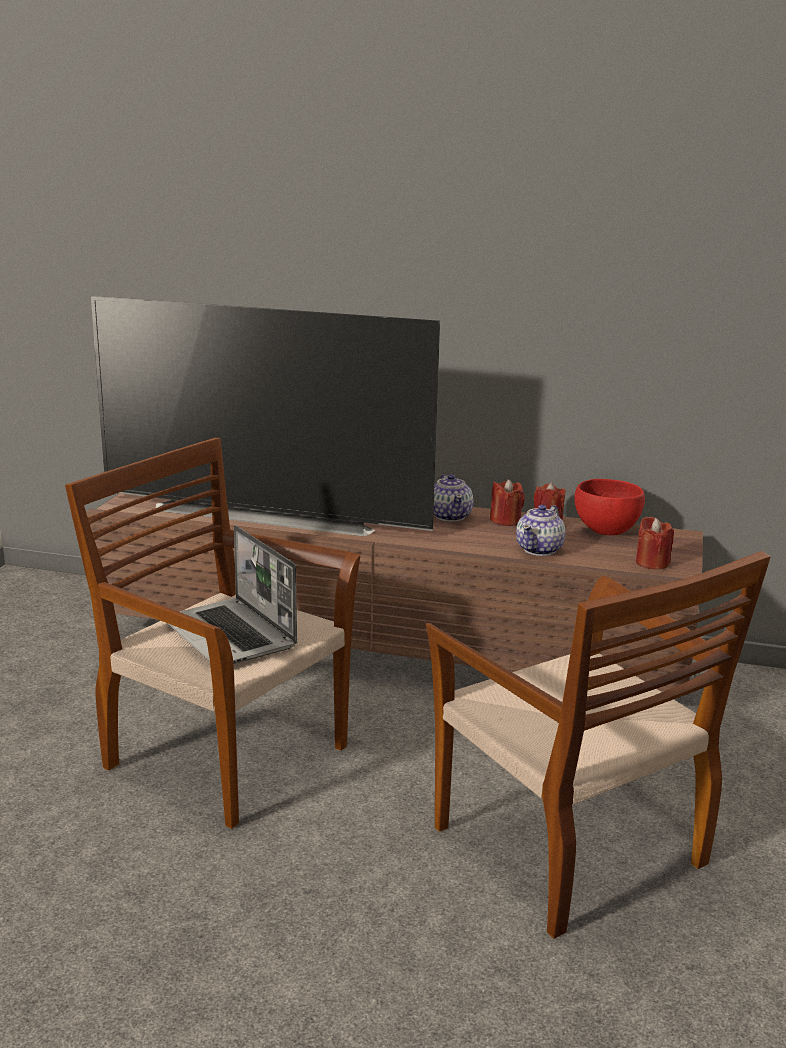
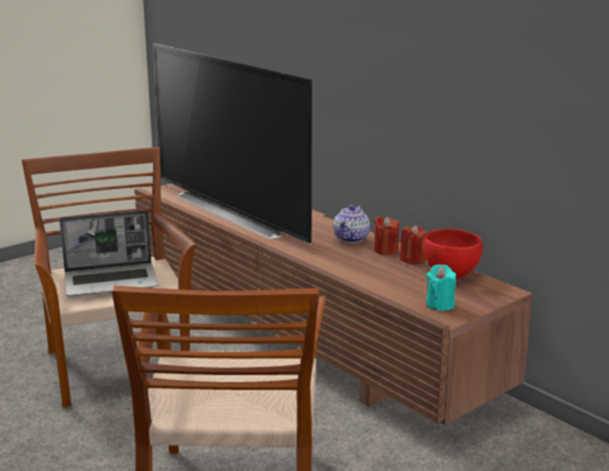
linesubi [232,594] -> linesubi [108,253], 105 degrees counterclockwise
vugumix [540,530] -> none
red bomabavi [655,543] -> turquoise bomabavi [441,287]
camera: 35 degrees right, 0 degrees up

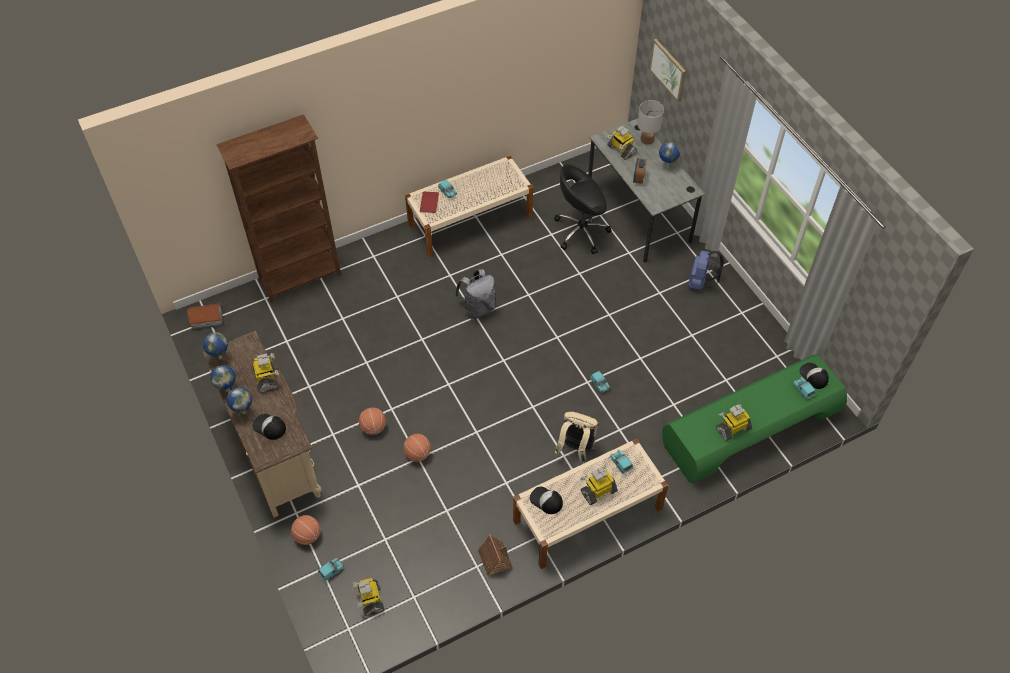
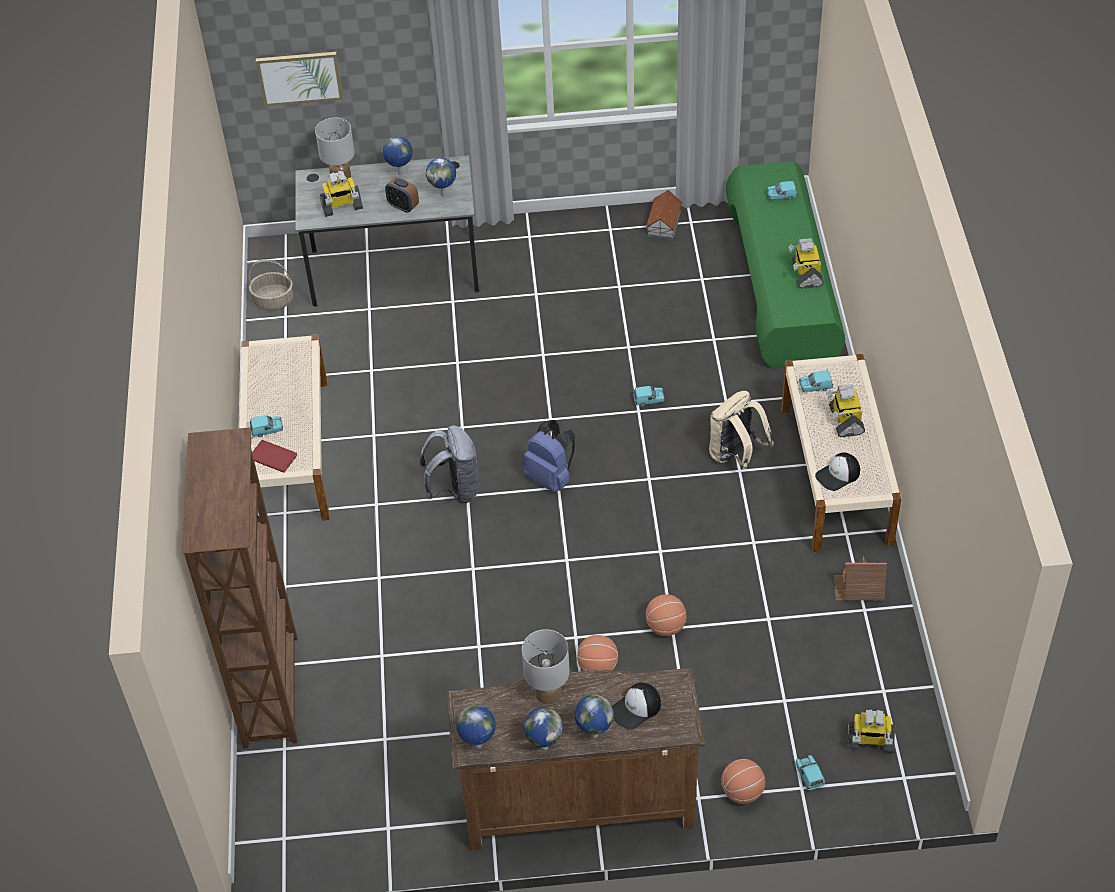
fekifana [205,317] -> fekifana [664,215], moved
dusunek [266,373] -> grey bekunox [546,666]
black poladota [583,209] -> none
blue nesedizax [706,270] -> blue nesedizax [549,456], moved
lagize [814,375] -> none
none -> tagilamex [271,284]
none -> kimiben [441,177]
camera: 65 degrees left, 5 degrees down

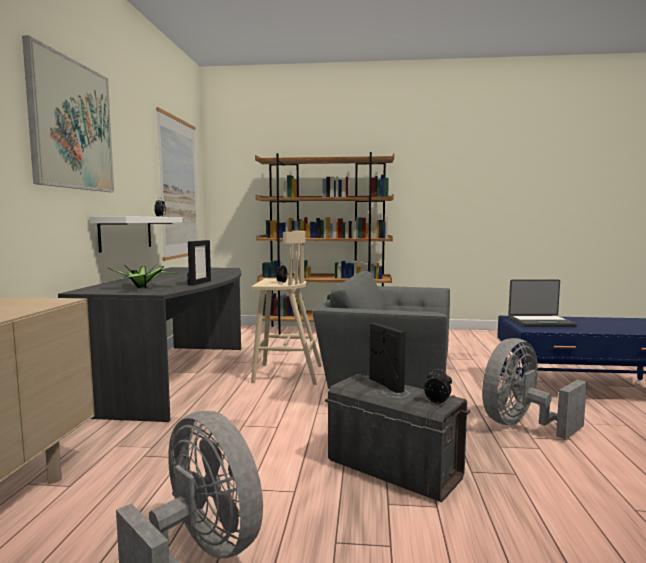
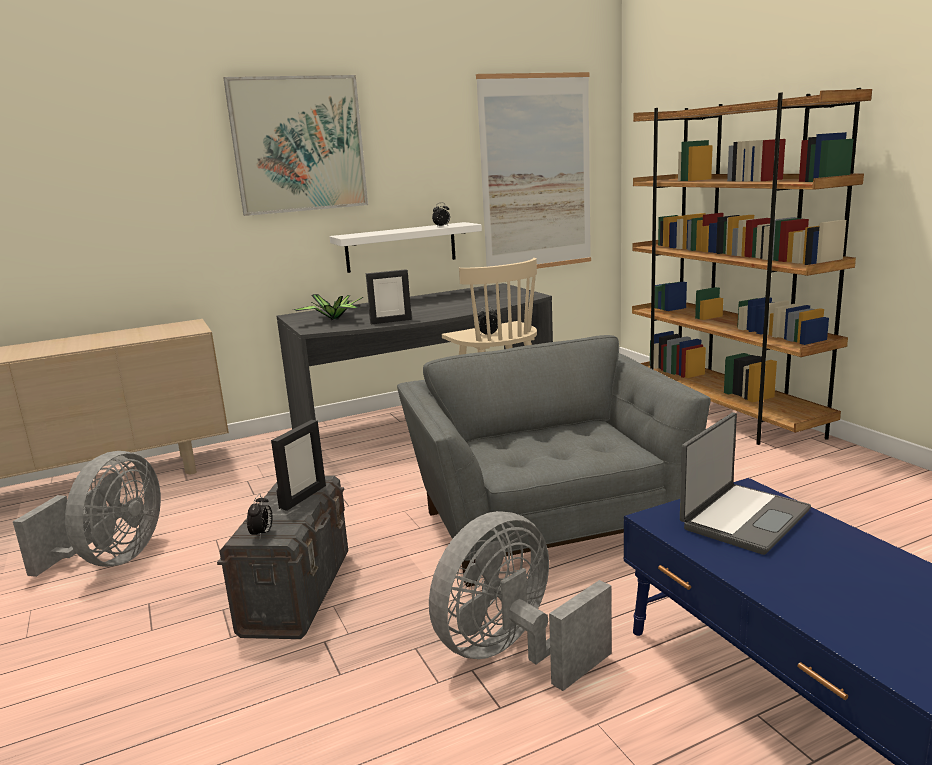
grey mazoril [534,389] -> grey mazoril [520,601], 60 degrees counterclockwise
linesubi [542,303] -> linesubi [745,483], 105 degrees counterclockwise
camera: 60 degrees right, 10 degrees up

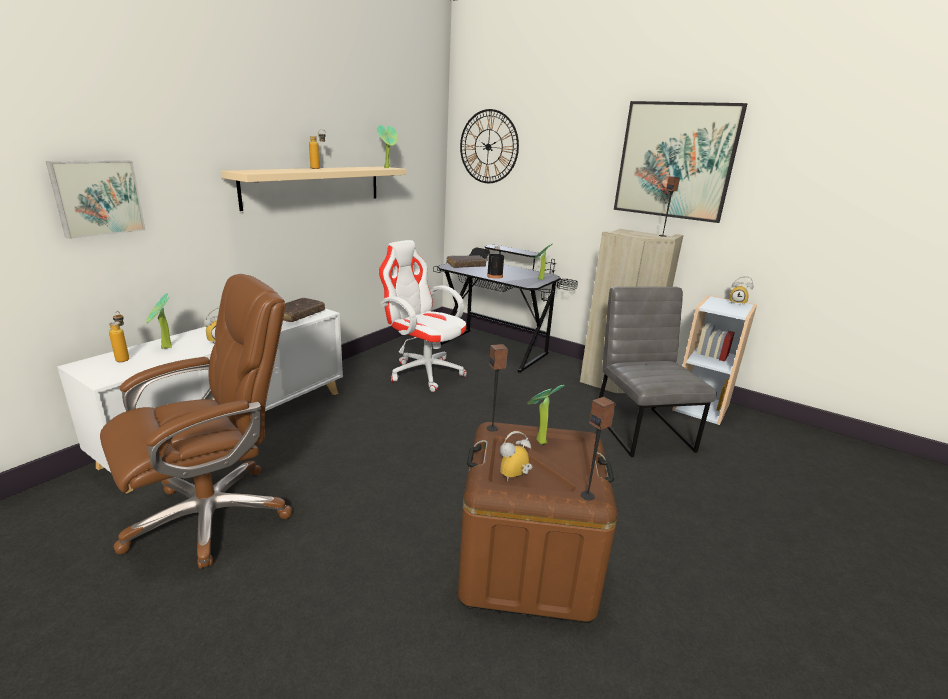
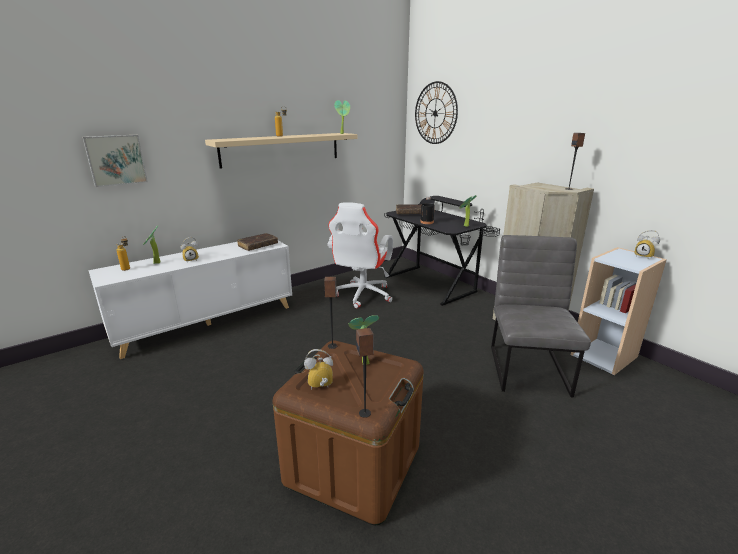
brown poladota [196,421] -> none
white poladota [423,316] -> white poladota [360,255], 135 degrees counterclockwise
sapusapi [680,162] -> none
camera: 20 degrees right, 0 degrees up

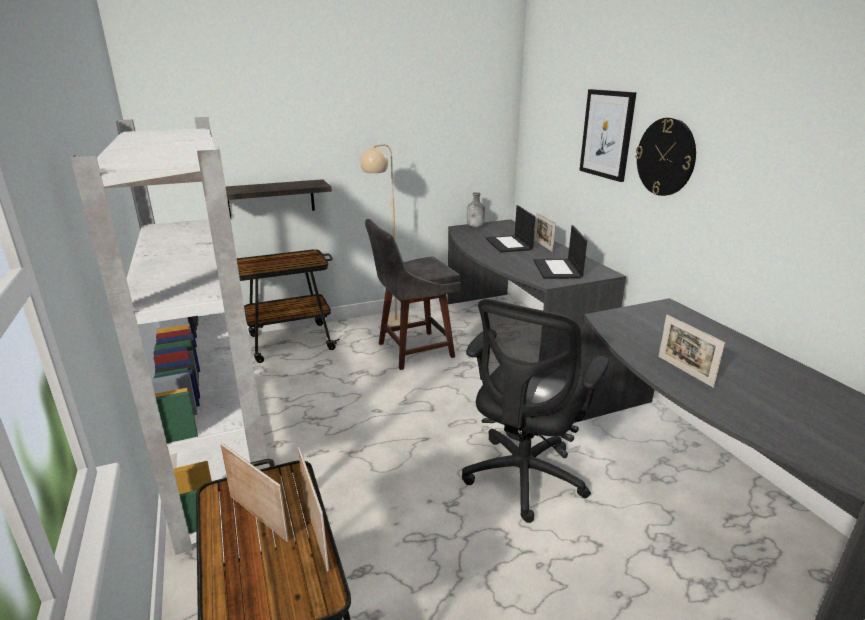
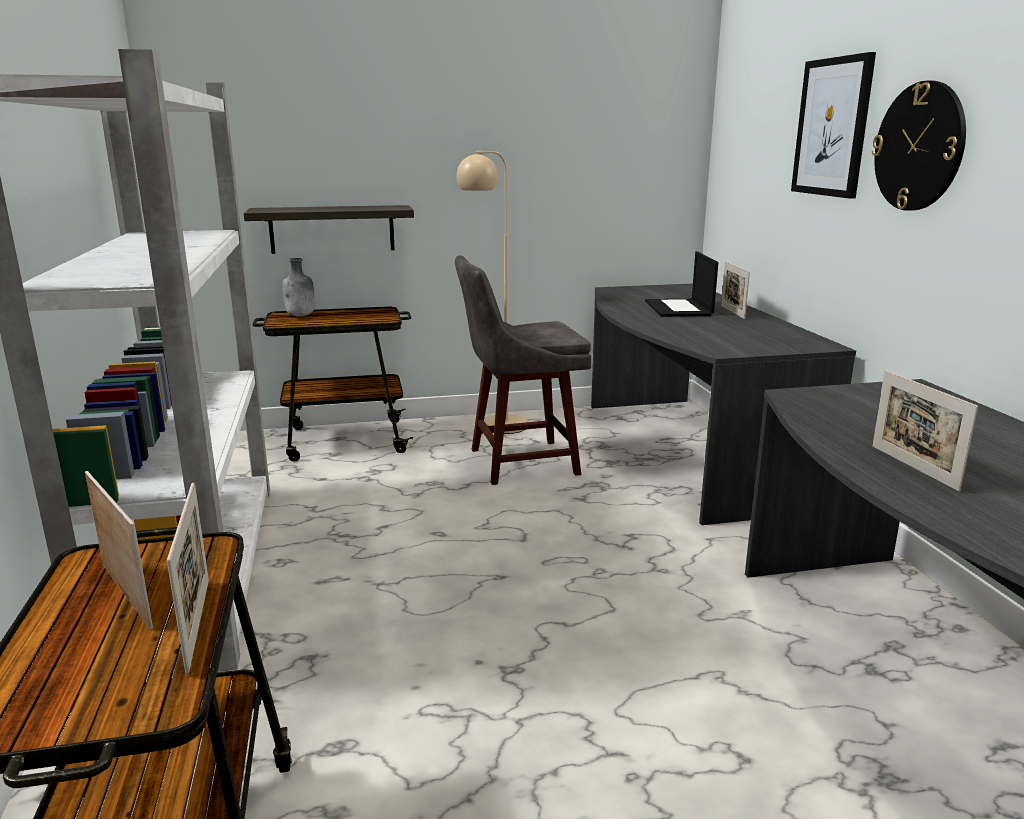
black poladota [535,411] -> none
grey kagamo [476,210] -> grey kagamo [298,287], moved
linesubi [560,252] -> none
camera: 10 degrees right, 5 degrees down

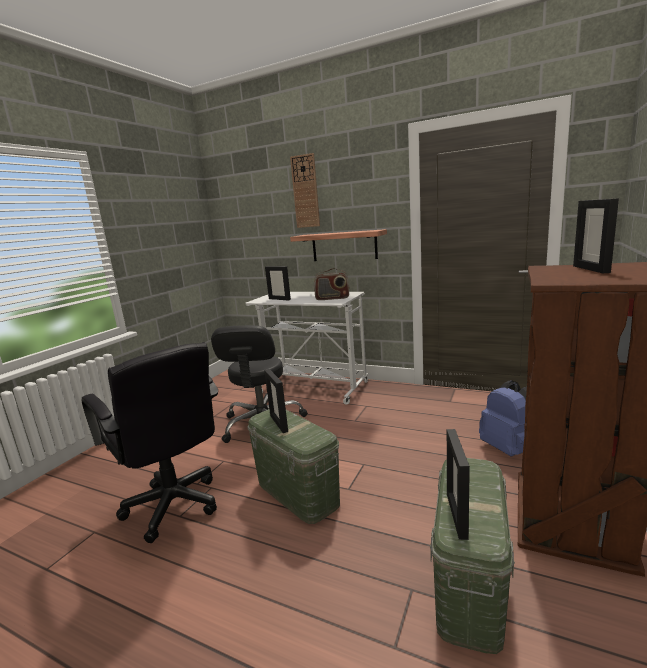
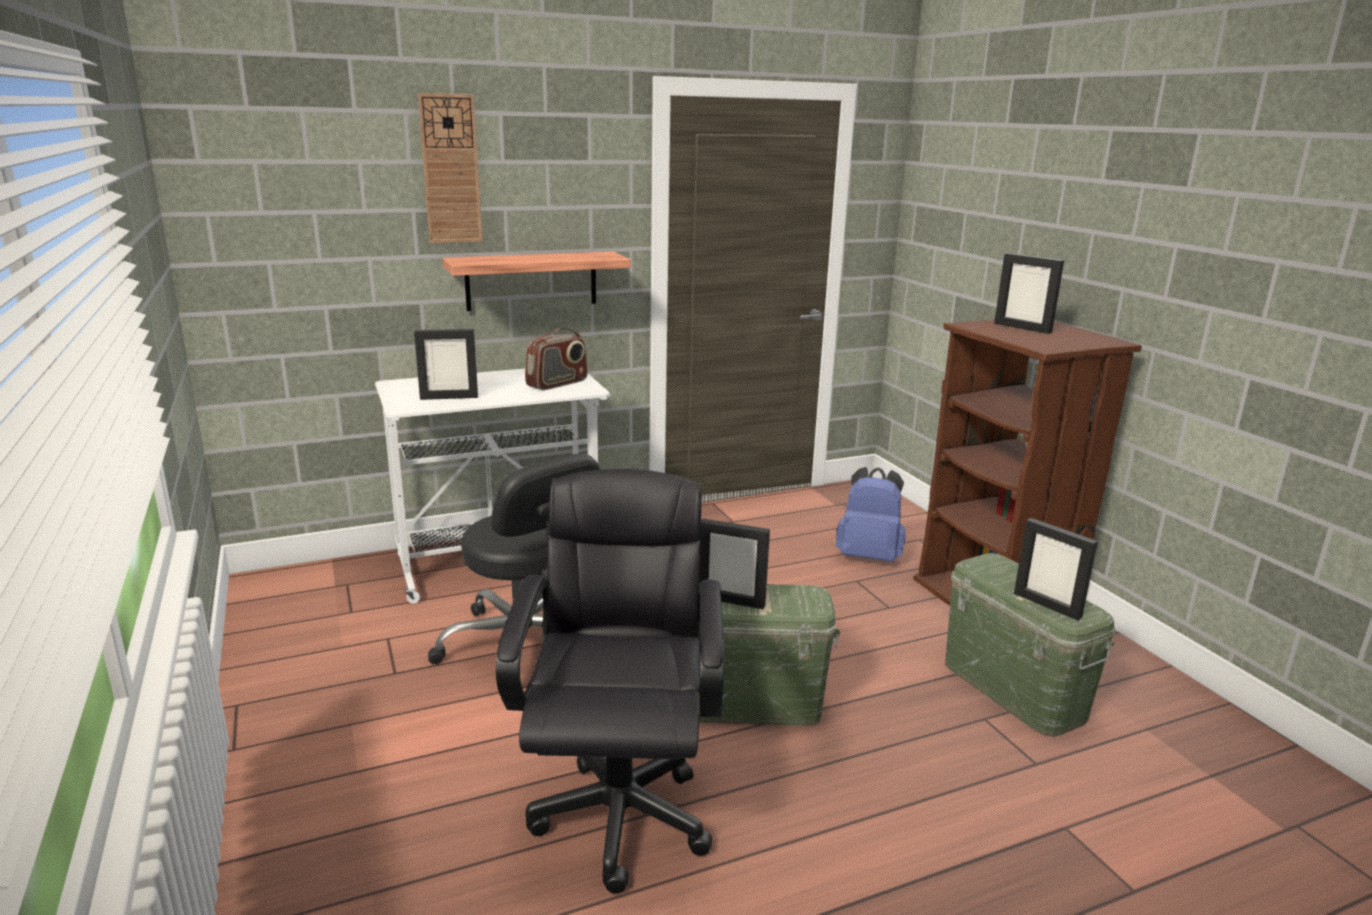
black poladota [150,442] -> black poladota [610,681], 90 degrees counterclockwise
camera: 50 degrees left, 5 degrees up

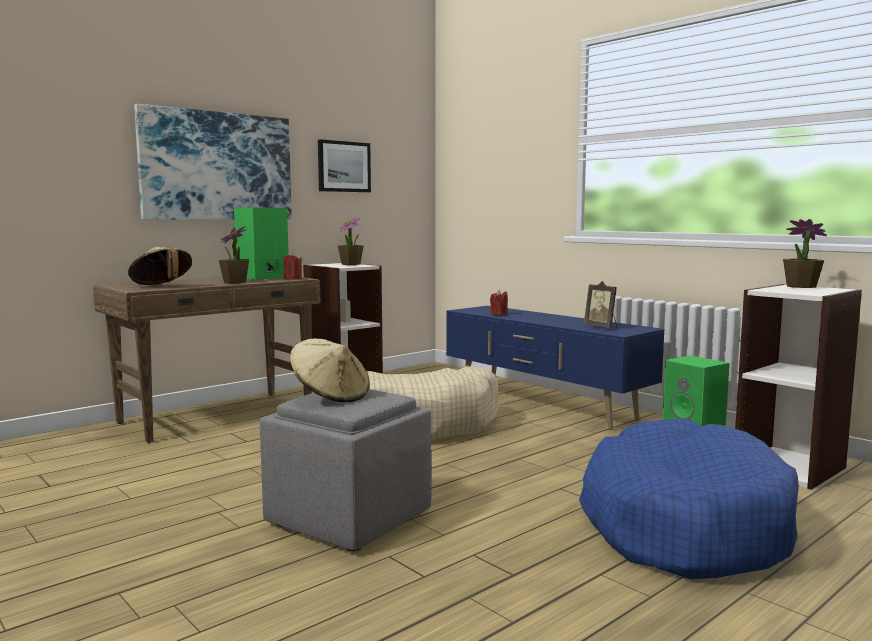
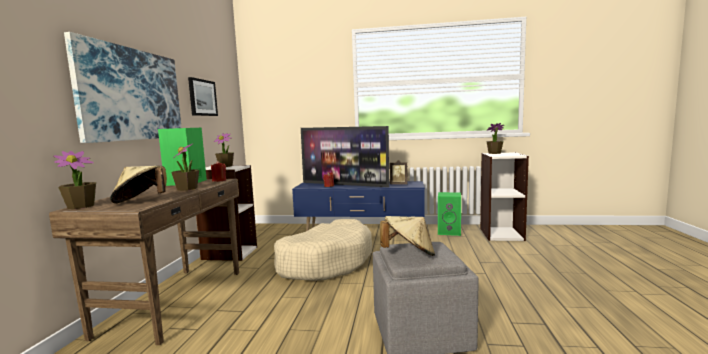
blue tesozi [689,499] -> none
none -> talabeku [74,180]
none -> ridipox [345,156]
camera: 40 degrees left, 0 degrees up

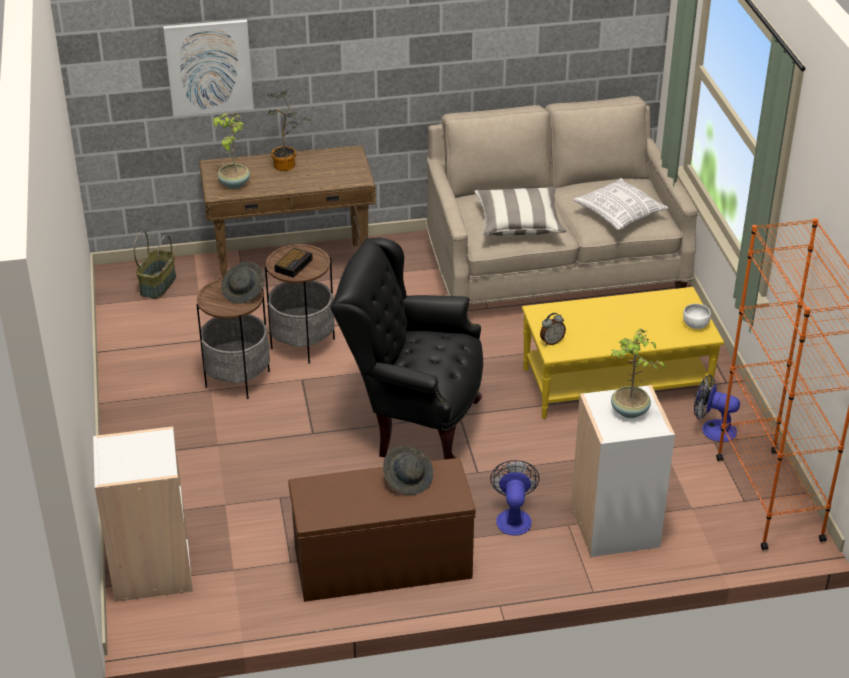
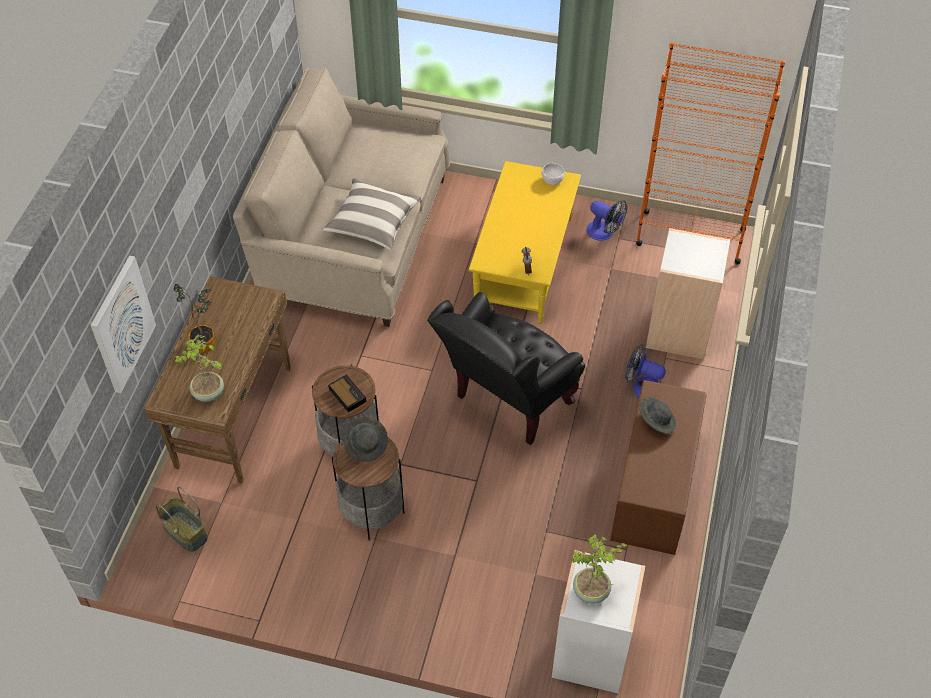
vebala [620,204] -> none
talabeku [637,373] -> talabeku [599,569], moved
mazoril [717,408] -> mazoril [606,220], 105 degrees counterclockwise
camera: 65 degrees left, 15 degrees up

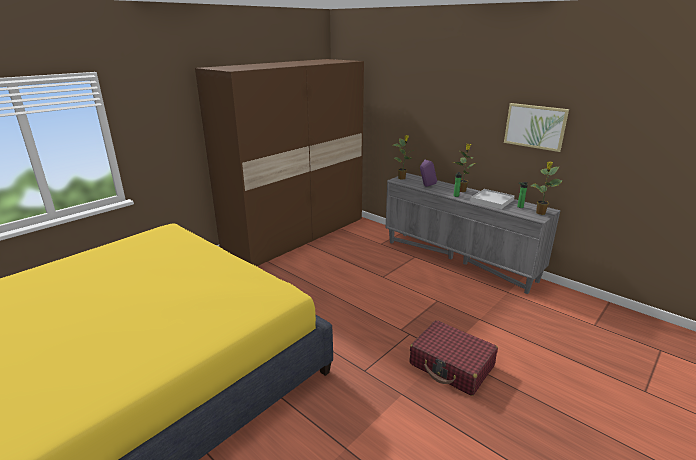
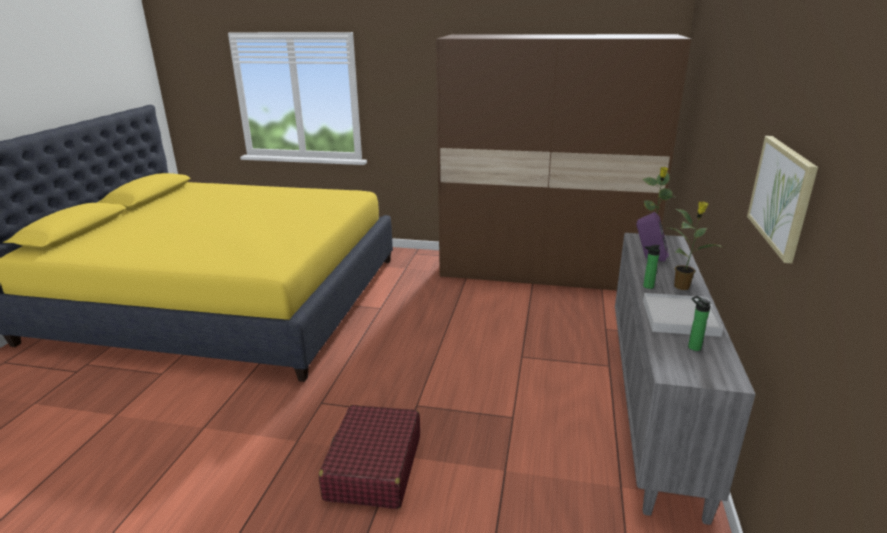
talabeku [547,188] -> none
camera: 60 degrees right, 0 degrees up

